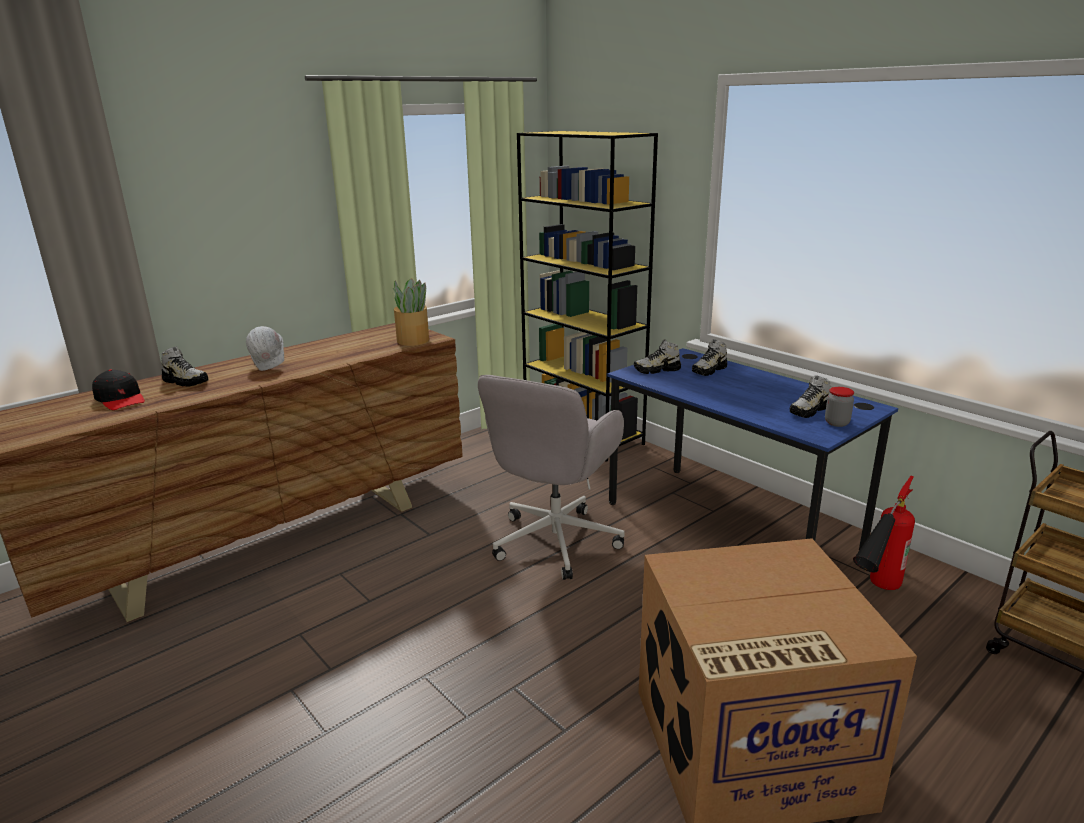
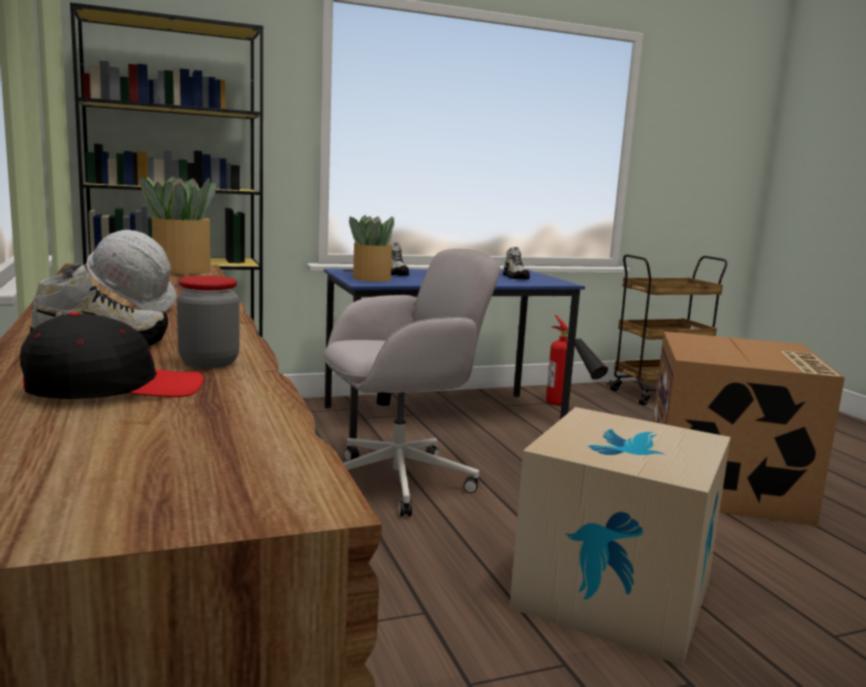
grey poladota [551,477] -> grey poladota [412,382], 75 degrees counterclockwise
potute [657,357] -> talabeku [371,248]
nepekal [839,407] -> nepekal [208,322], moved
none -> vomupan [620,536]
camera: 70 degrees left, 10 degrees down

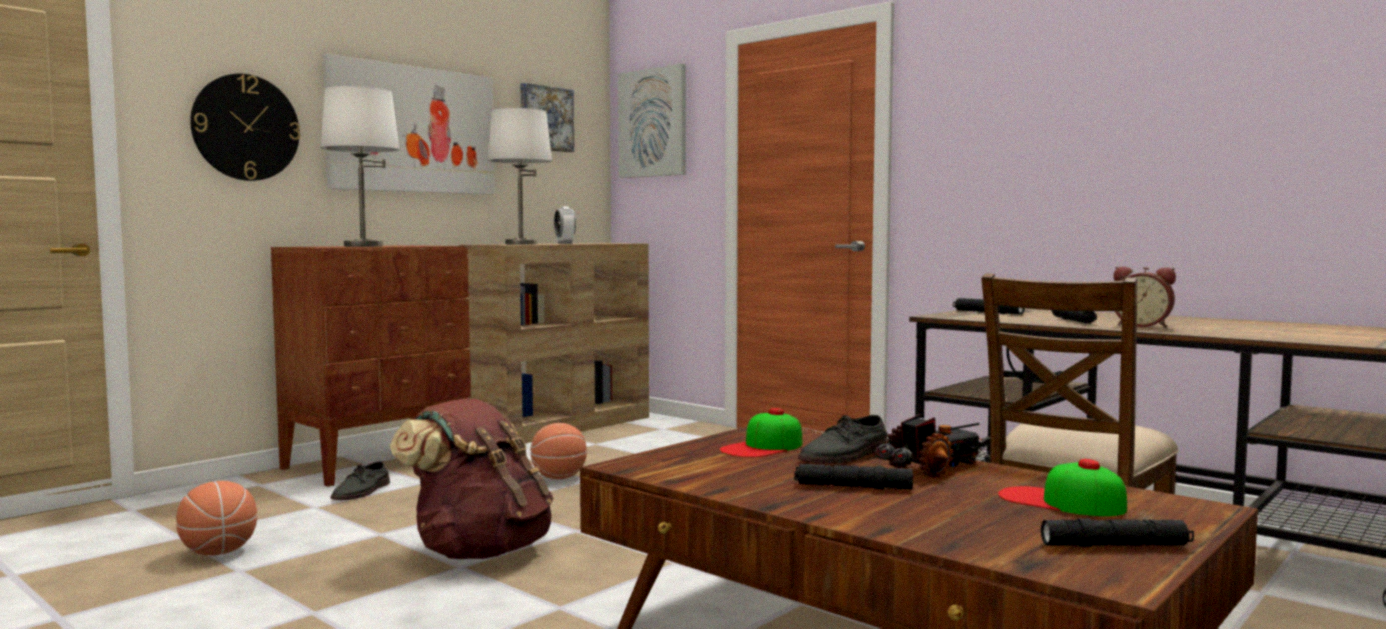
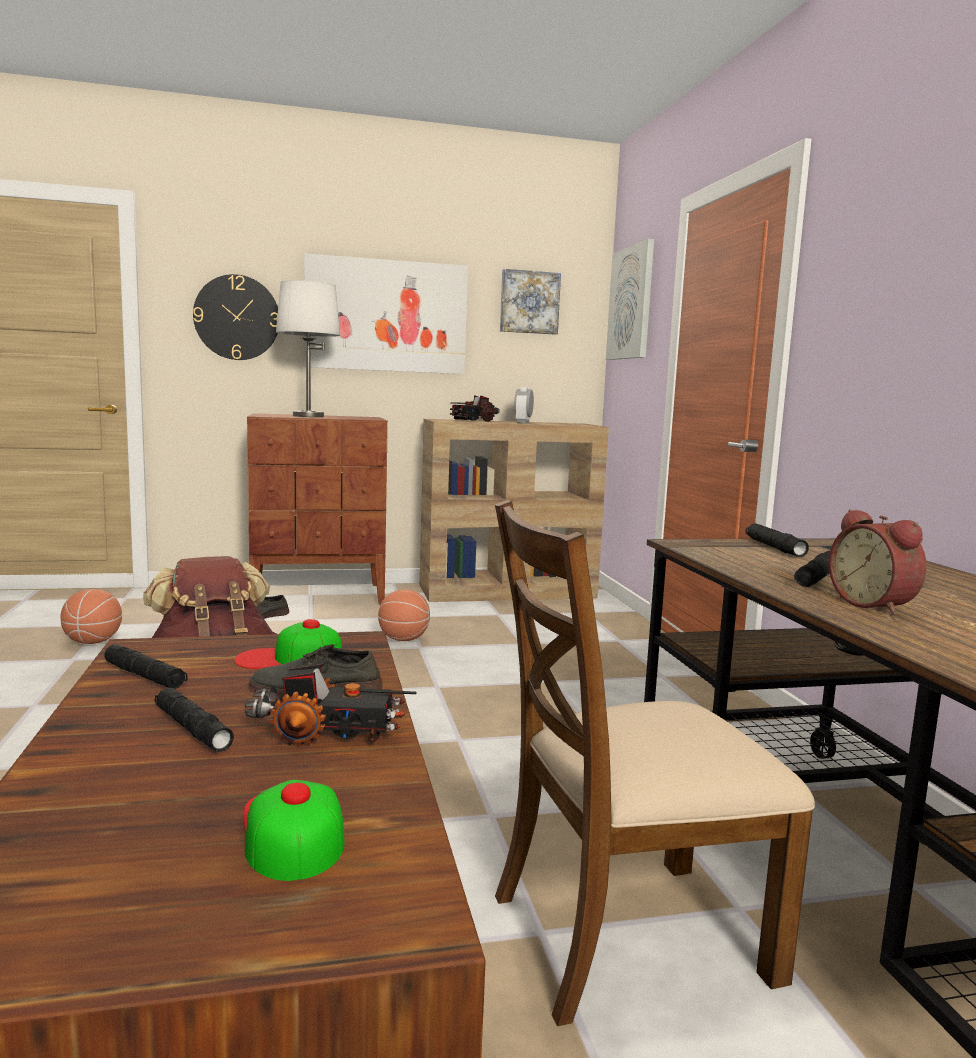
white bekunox [519,176] -> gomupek [475,408]
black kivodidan [1117,532] -> black kivodidan [146,666], moved
camera: 35 degrees right, 5 degrees up

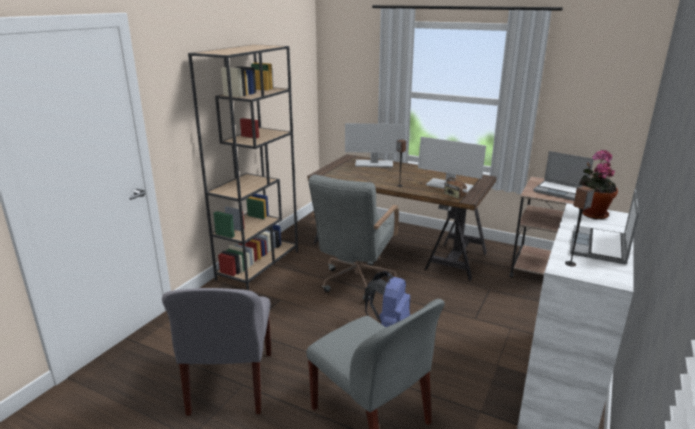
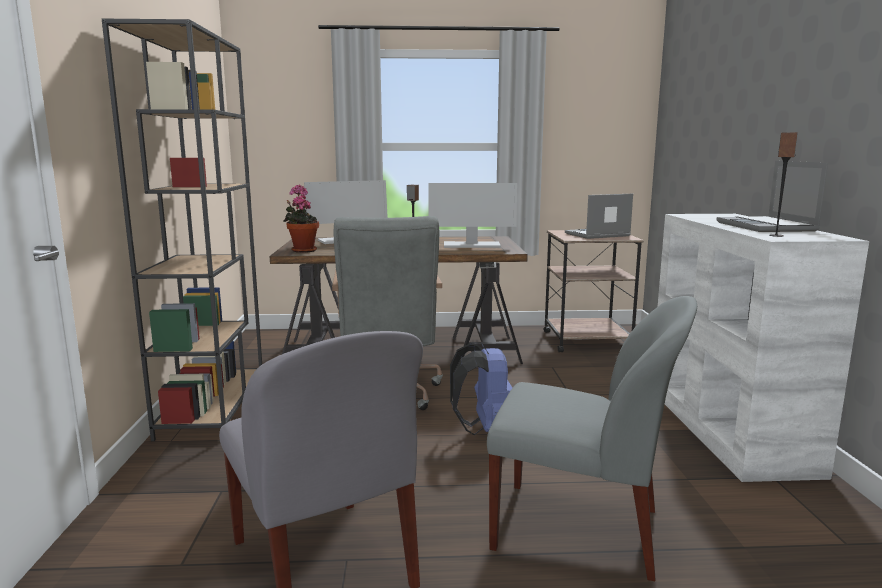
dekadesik [455,186] -> none
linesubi [563,176] -> linesubi [599,216], 150 degrees clockwise
talabeku [598,184] -> talabeku [301,219], moved
camera: 30 degrees left, 10 degrees down

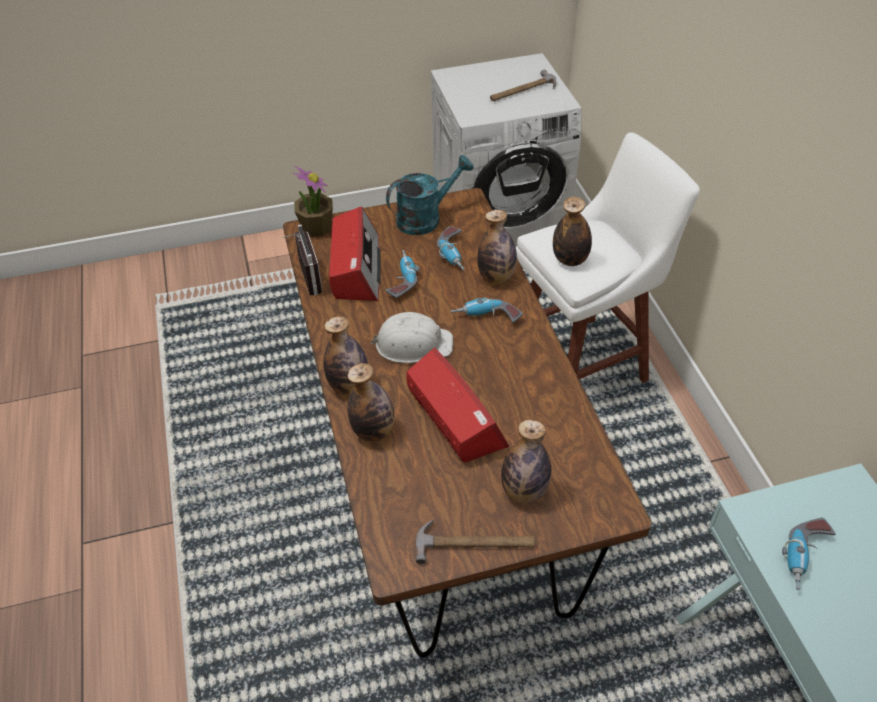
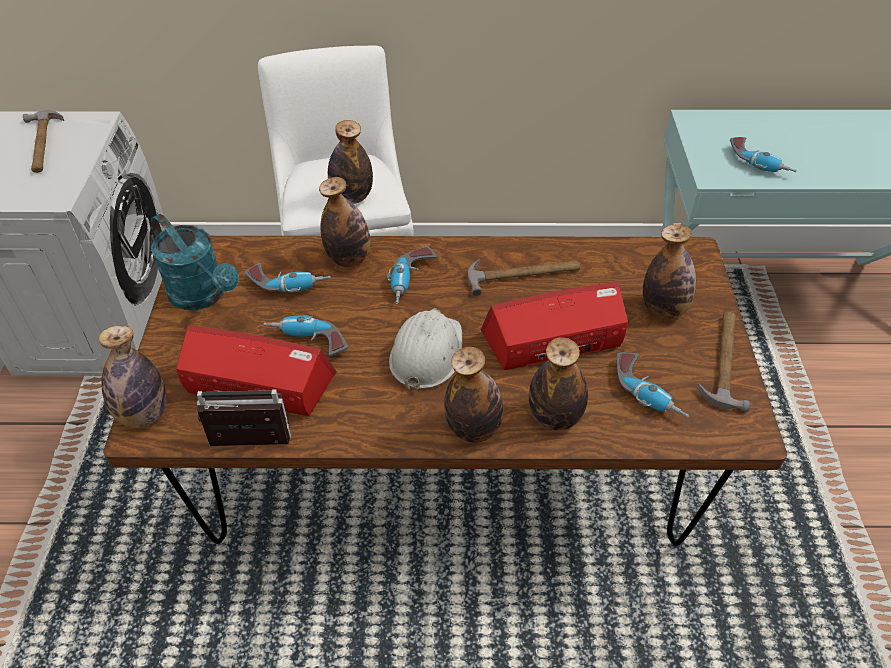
talabeku [313,201] -> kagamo [132,377]
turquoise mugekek [430,195] -> turquoise mugekek [195,262], 150 degrees clockwise
none -> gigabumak [524,277]
none -> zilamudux [653,385]
camera: 75 degrees left, 0 degrees up

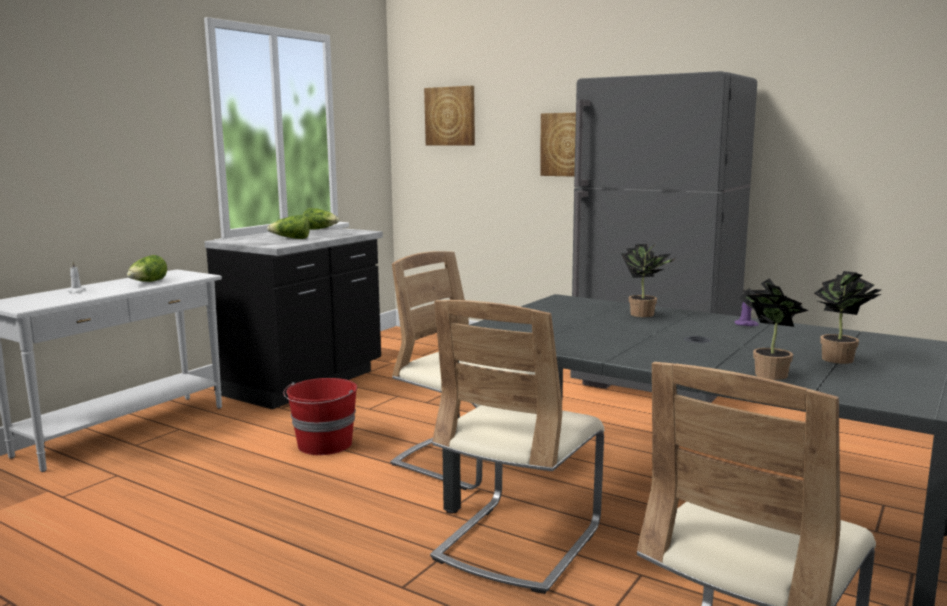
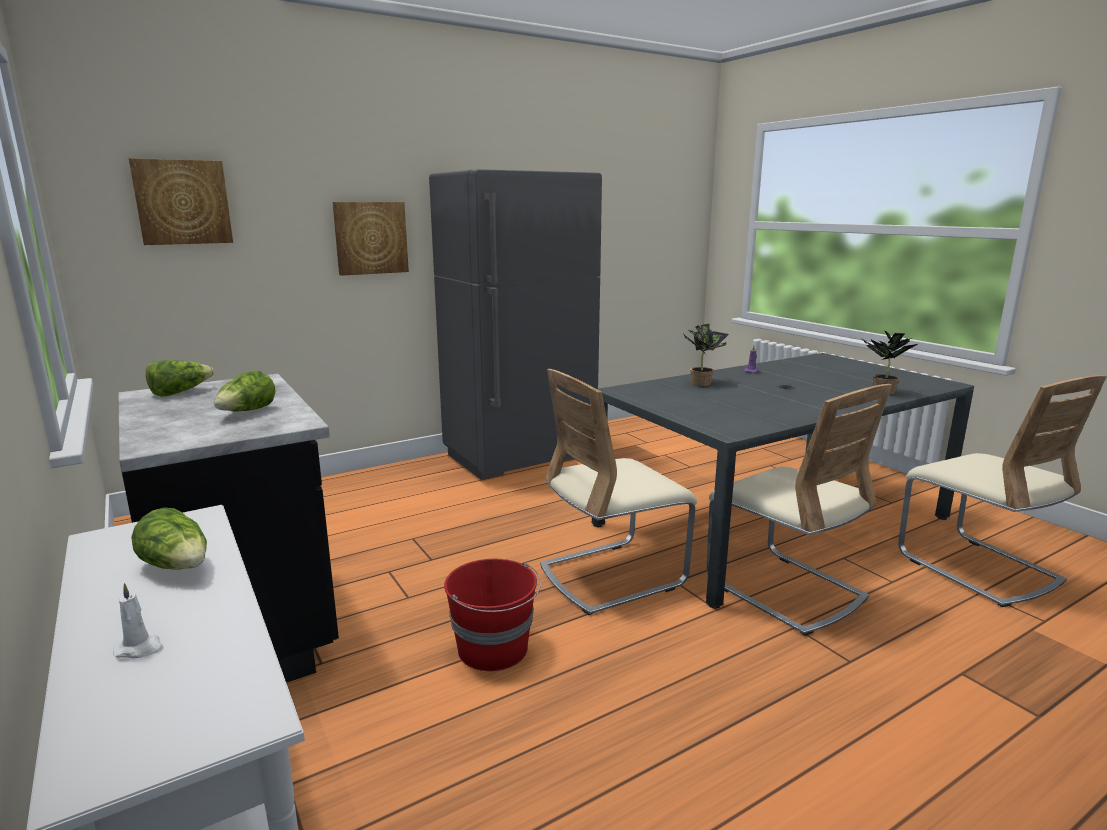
talabeku [847,317] -> none
camera: 65 degrees left, 5 degrees up

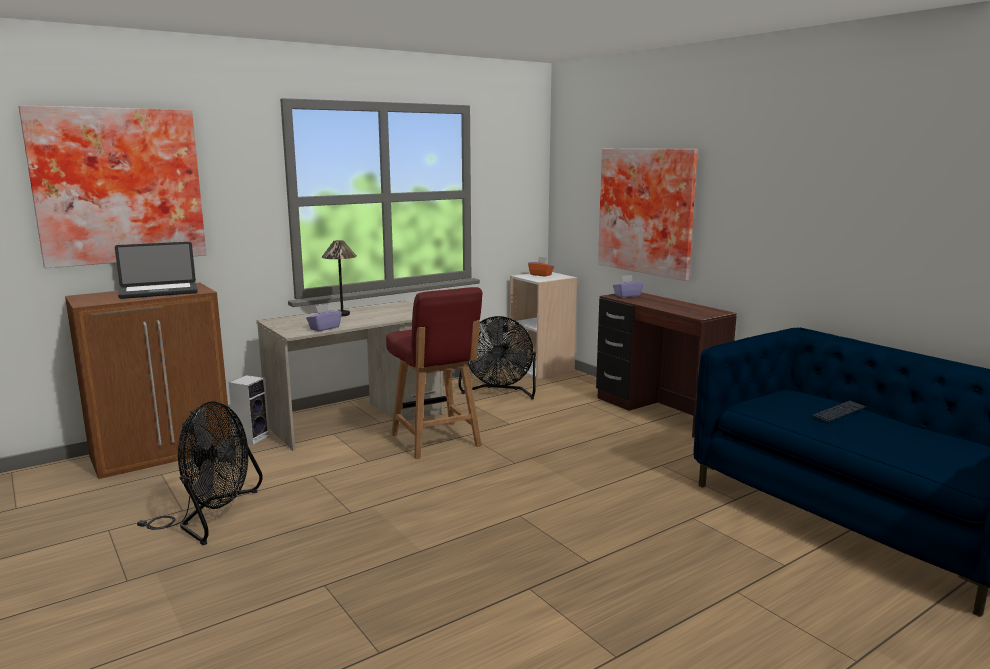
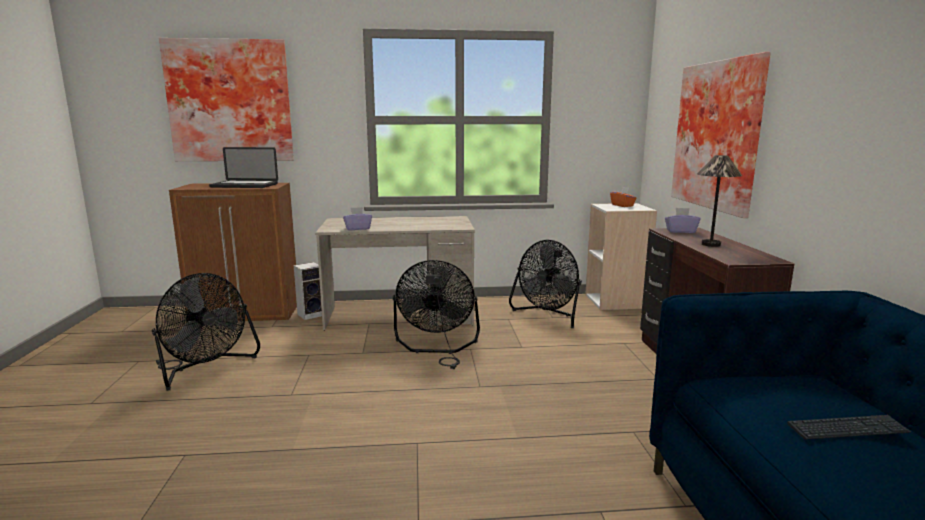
bekunox [339,278] -> bekunox [719,201], moved
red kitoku [434,373] -> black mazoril [436,314]
camera: 30 degrees right, 0 degrees up

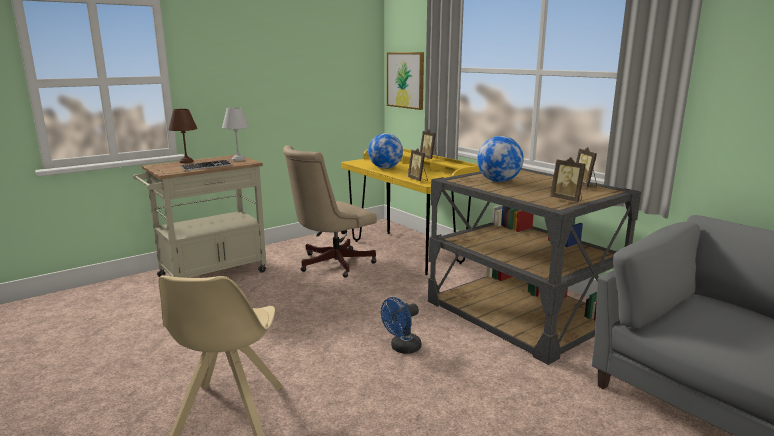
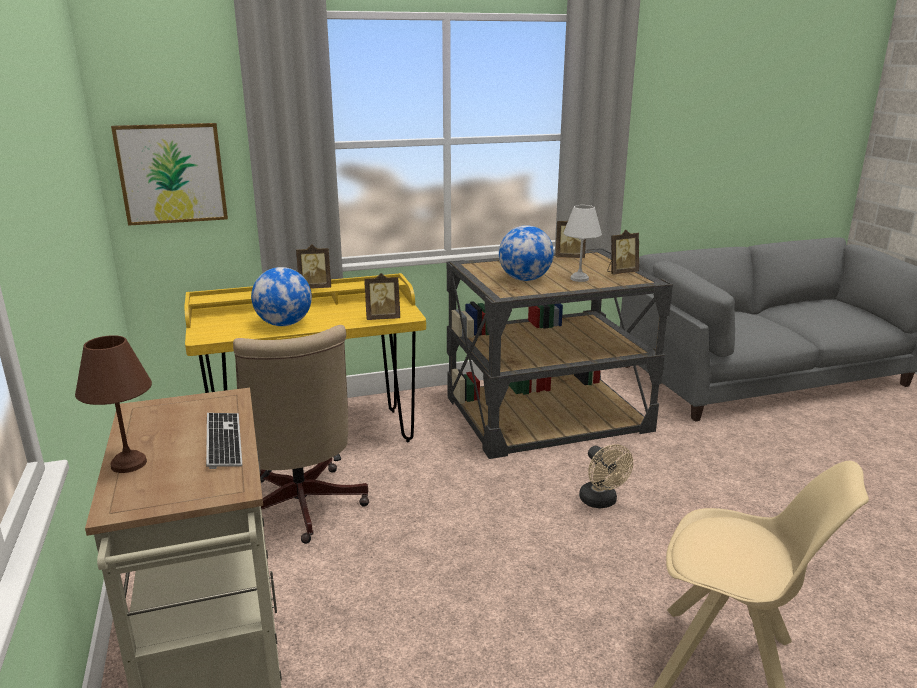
white bekunox [235,134] -> white bekunox [582,243], moved
blue mazoril [401,325] -> beige mazoril [606,476]
camera: 70 degrees left, 5 degrees up

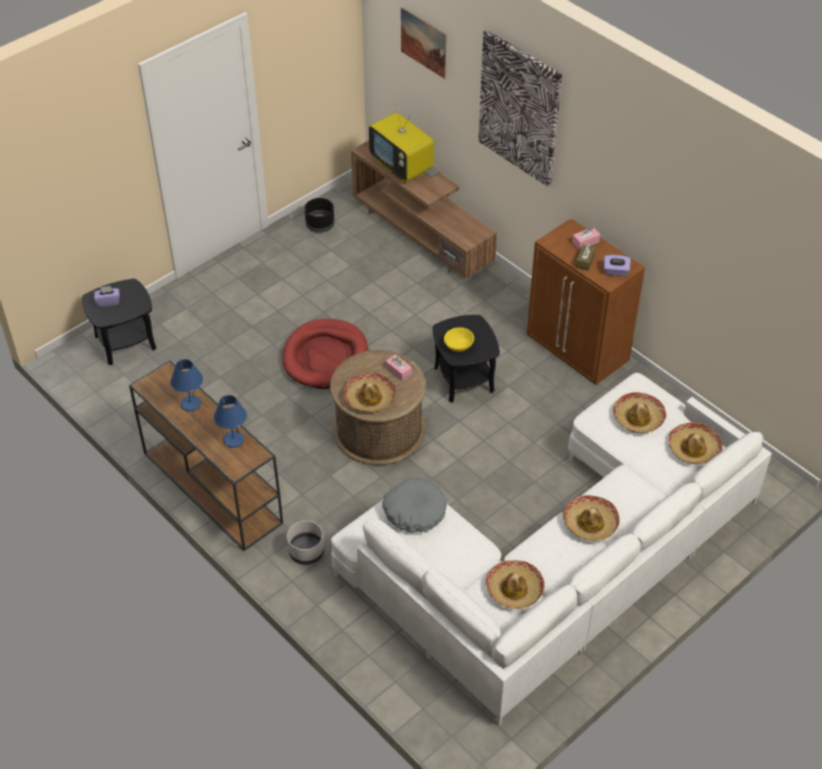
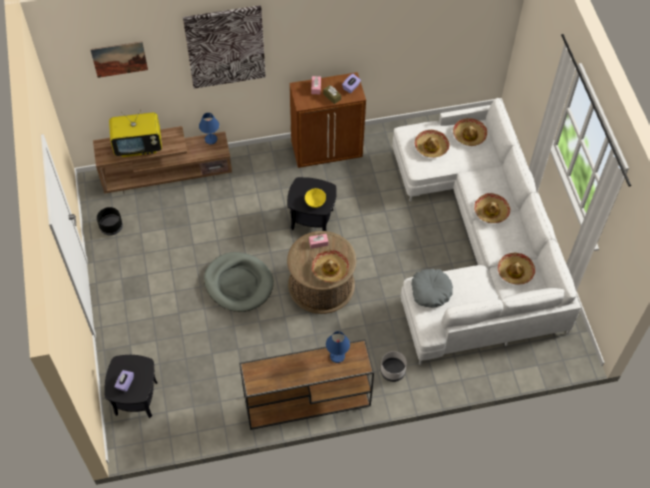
blue bekunox [186,385] -> blue bekunox [209,128], moved
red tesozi [325,354] -> grey tesozi [239,282]
camera: 60 degrees left, 10 degrees up

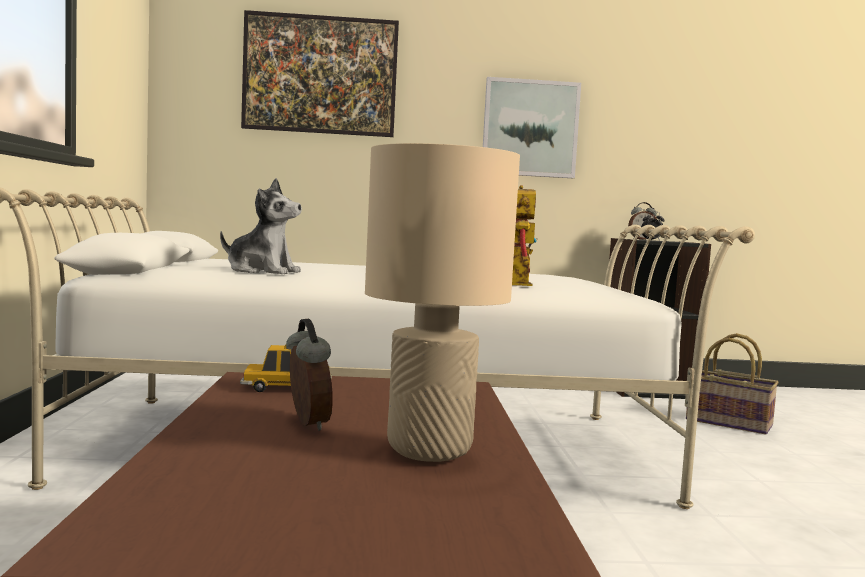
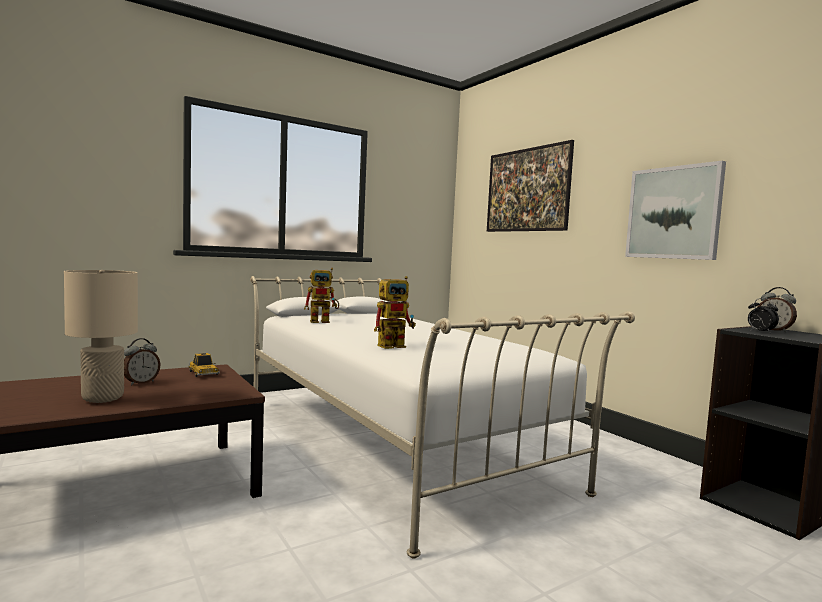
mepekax [261,226] -> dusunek [321,295]
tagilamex [732,383] -> none
camera: 60 degrees right, 0 degrees up

